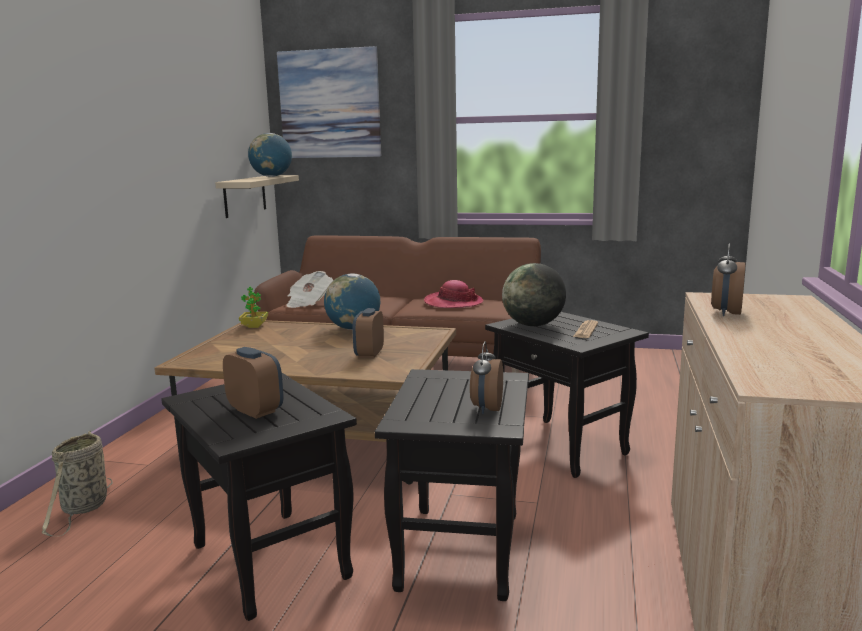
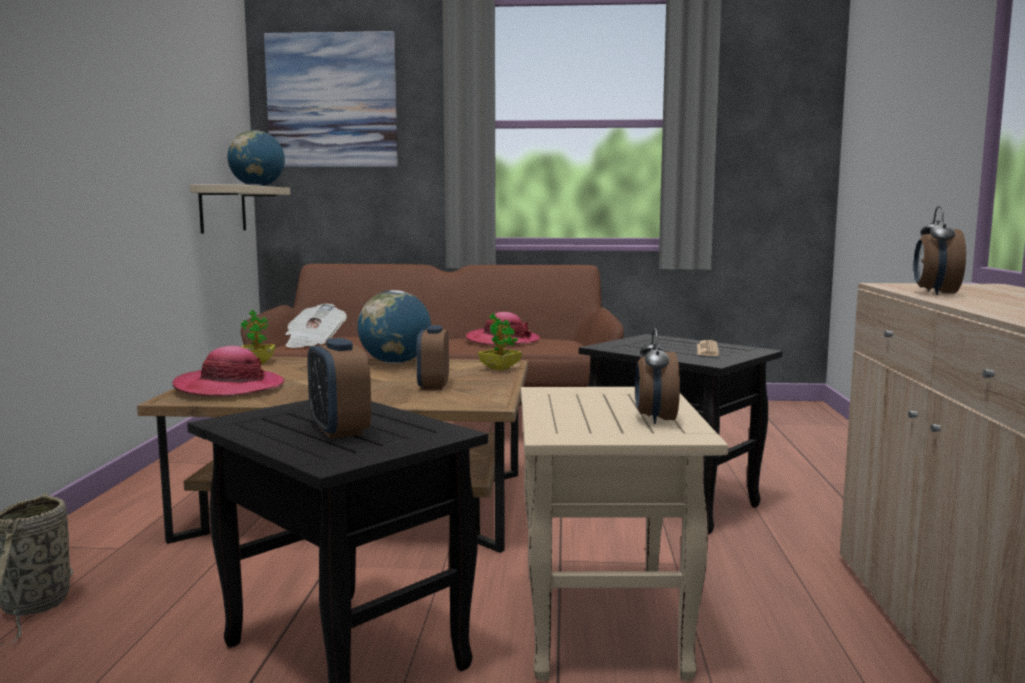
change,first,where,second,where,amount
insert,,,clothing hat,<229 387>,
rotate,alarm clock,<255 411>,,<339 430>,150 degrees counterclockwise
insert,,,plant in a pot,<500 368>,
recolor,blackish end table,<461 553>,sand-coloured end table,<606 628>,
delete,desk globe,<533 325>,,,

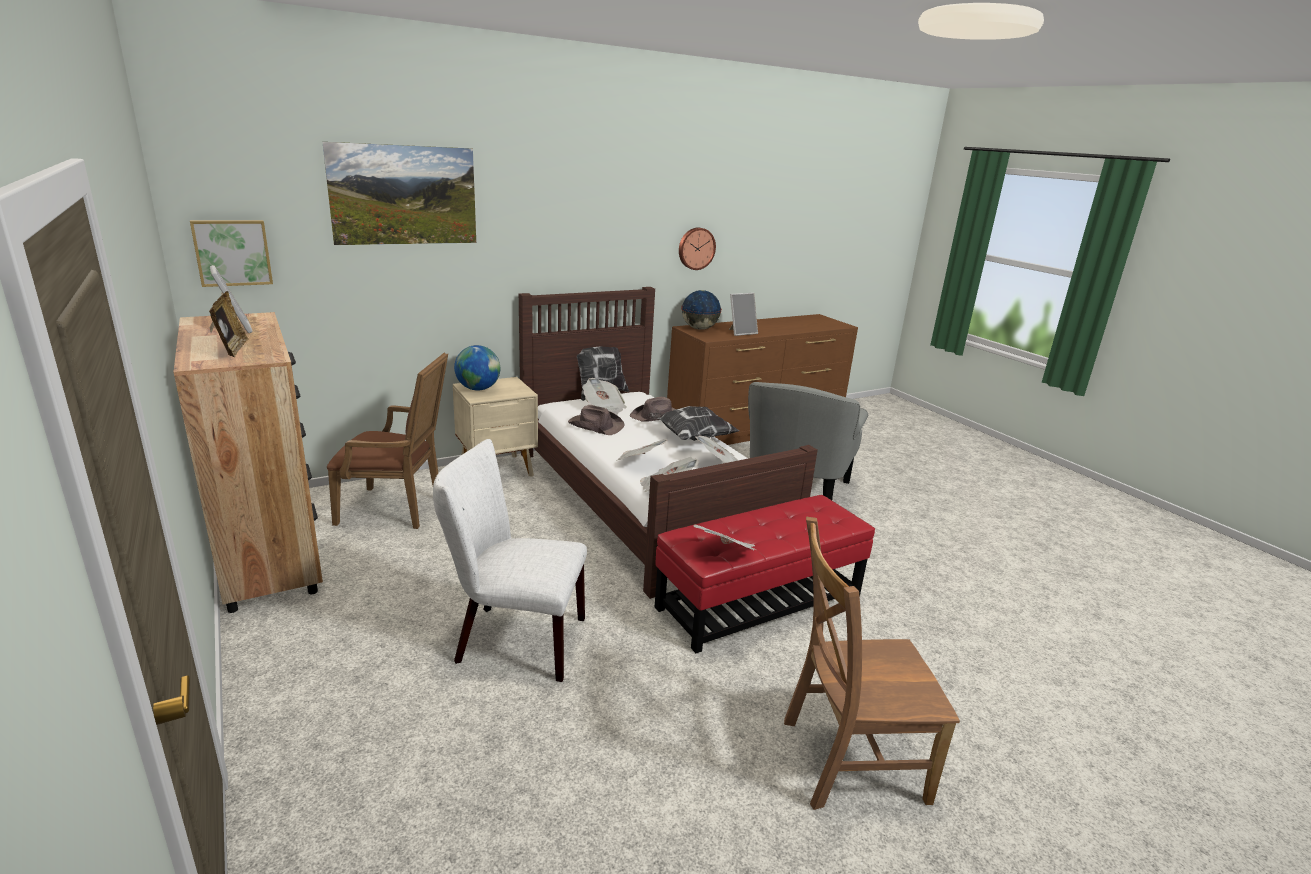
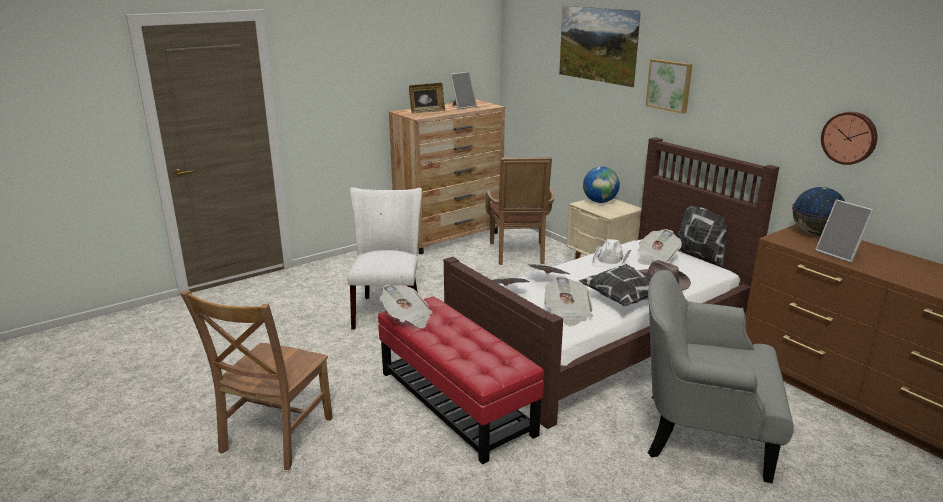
change,first,where,second,where,amount
rotate,brown-coloured chair,<847 760>,,<274 437>,150 degrees counterclockwise
recolor,brown-coloured clothing hat,<595 425>,whitish clothing hat,<611 259>,
move,wall art,<232 252>,,<670 85>,

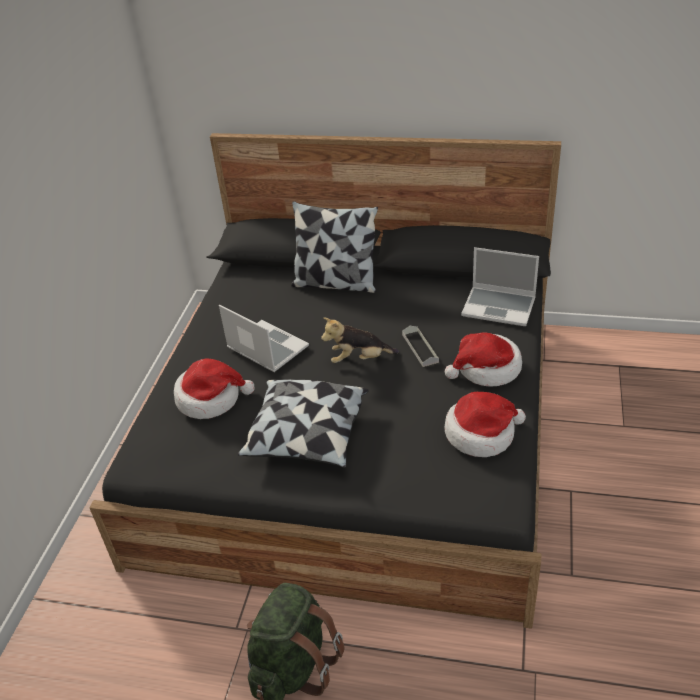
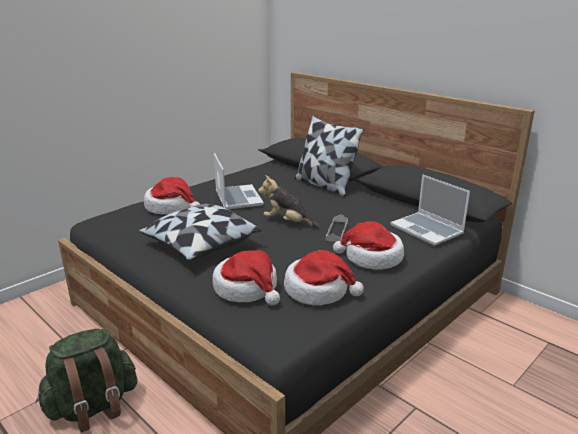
change,first,where,second,where,amount
insert,,,clothing hat,<247 288>,

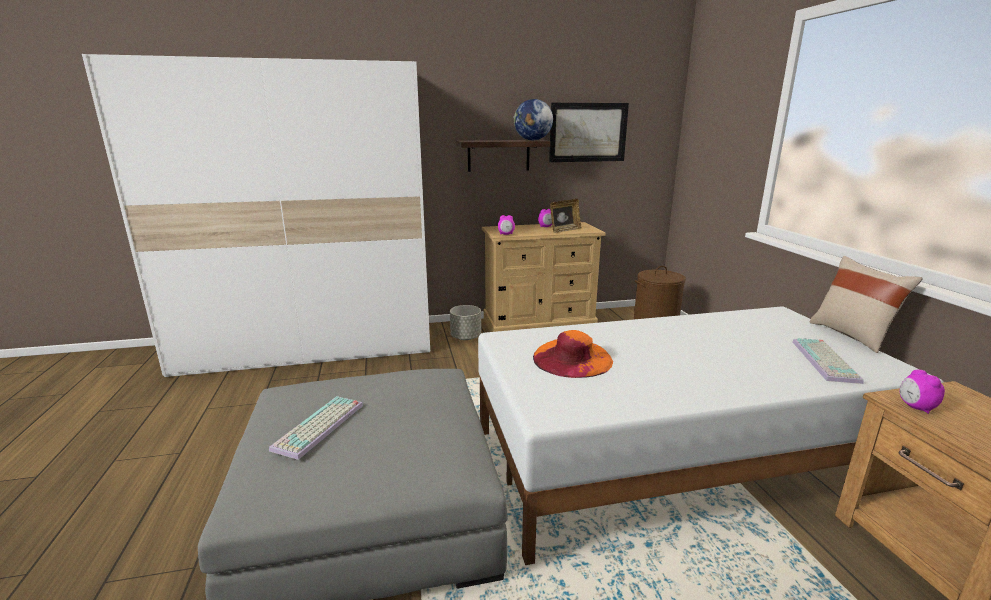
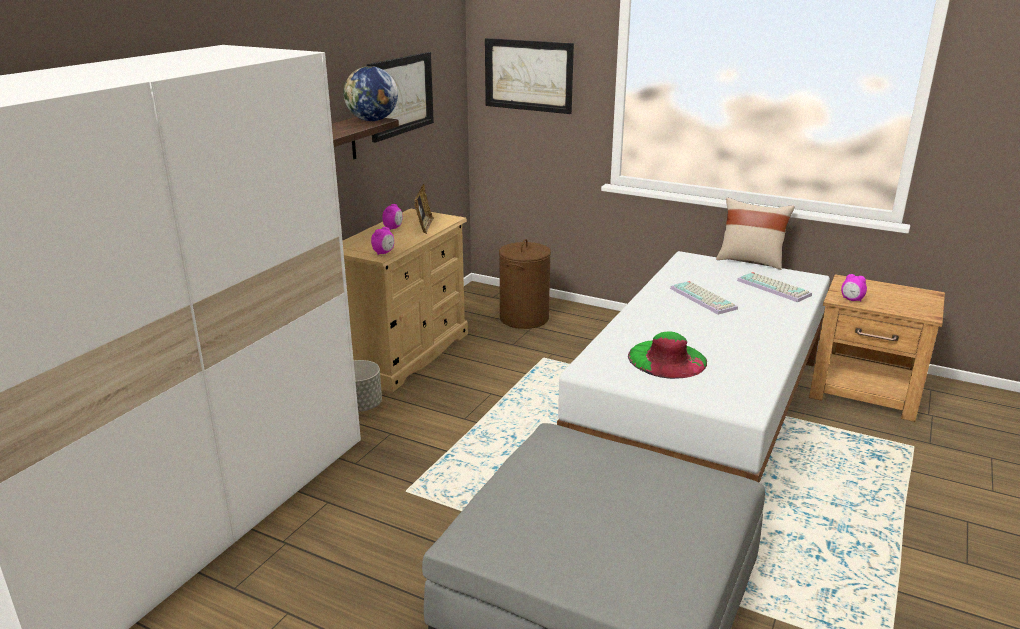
change,first,where,second,where,amount
insert,,,wall art,<528 75>,
recolor,orangey clothing hat,<572 358>,green clothing hat,<667 359>,
move,PC keyboard,<320 428>,,<704 298>,

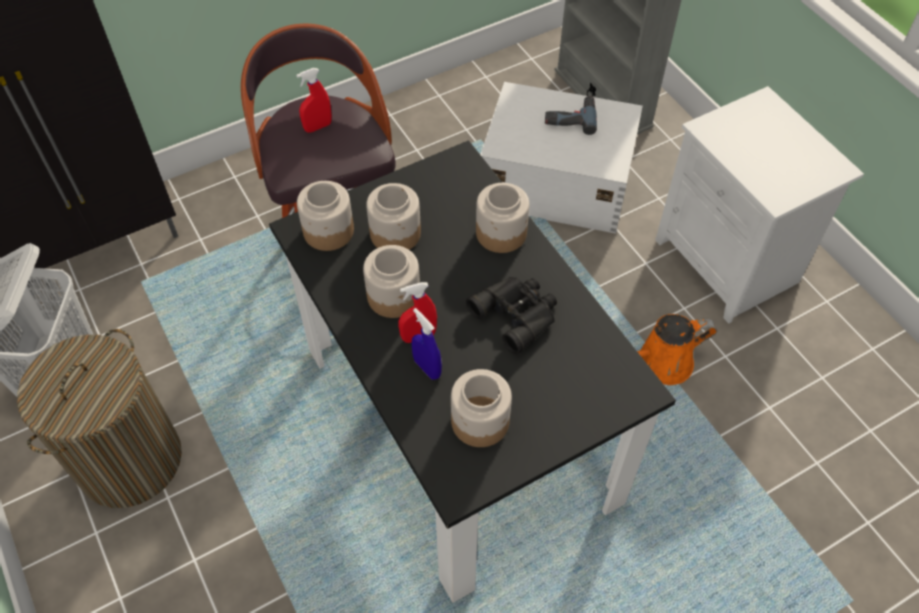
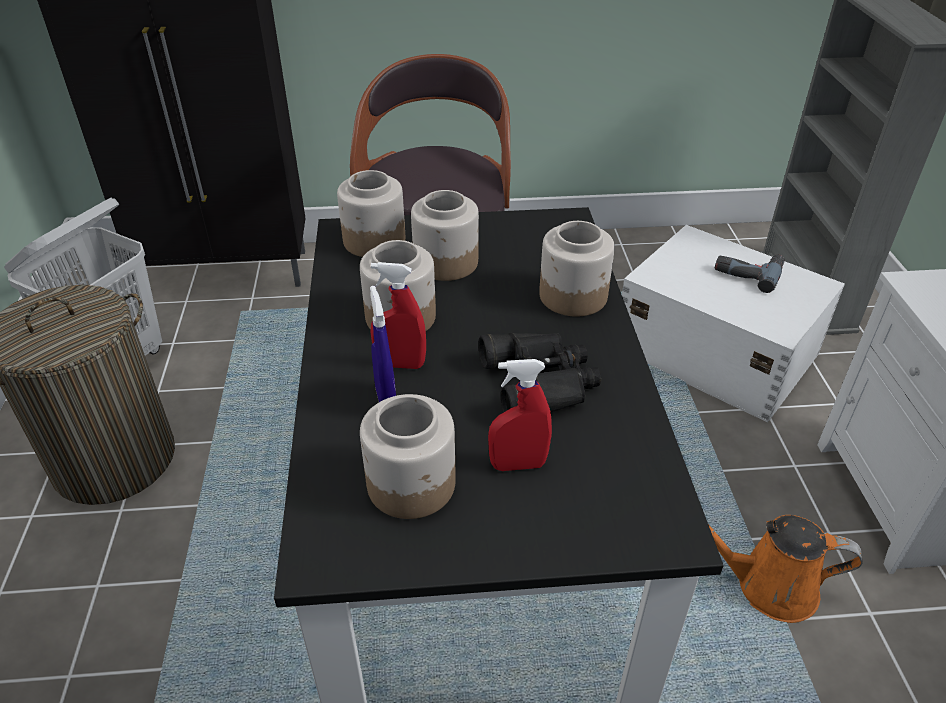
change,first,where,second,where,amount
move,reddish sprayer,<318 127>,,<518 465>,

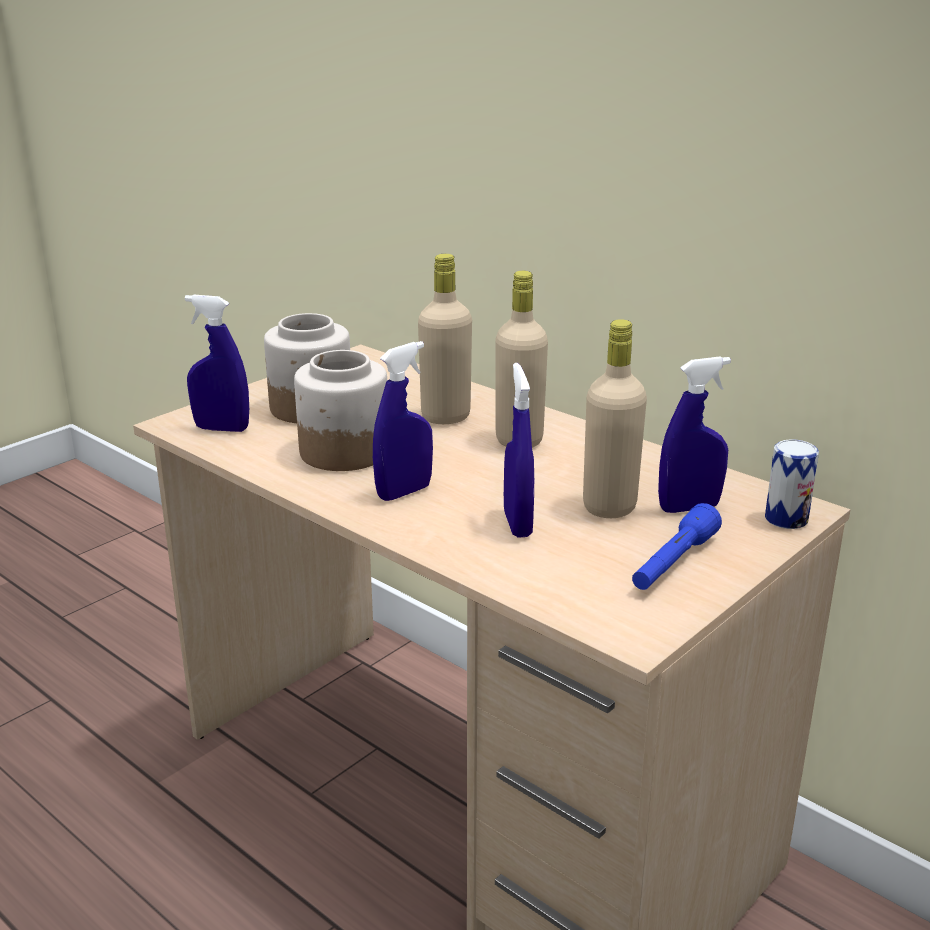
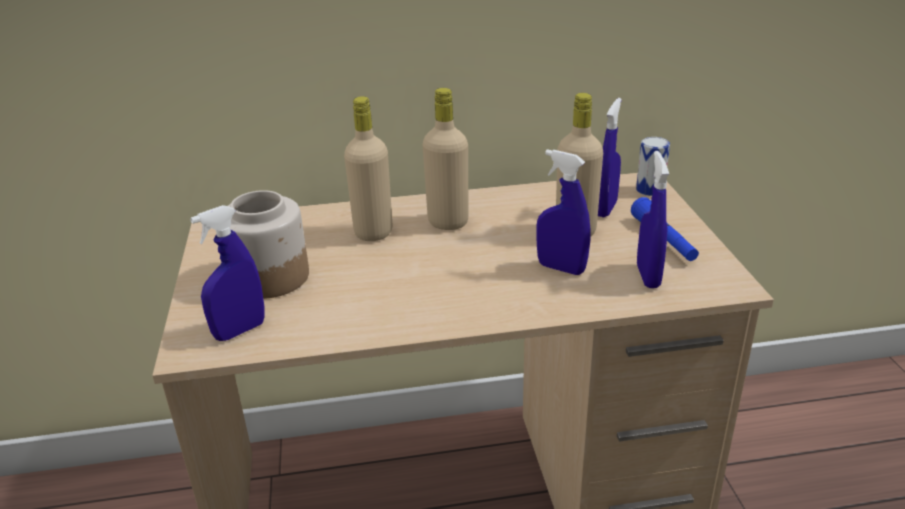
change,first,where,second,where,amount
move,blue-coloured sprayer,<404 492>,,<648 276>,
delete,preserve jar,<343 451>,,,

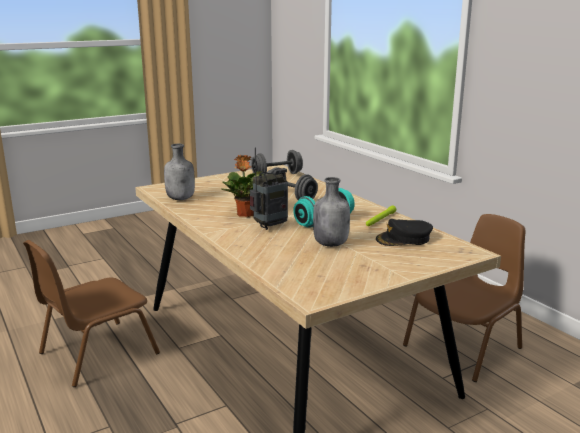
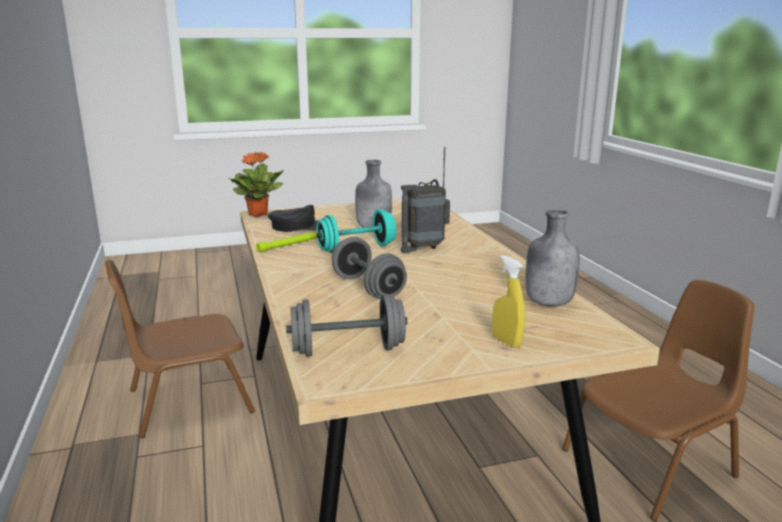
change,first,where,second,where,amount
move,plant in a pot,<245 214>,,<258 214>,
insert,,,yellow-coloured sprayer,<506 342>,

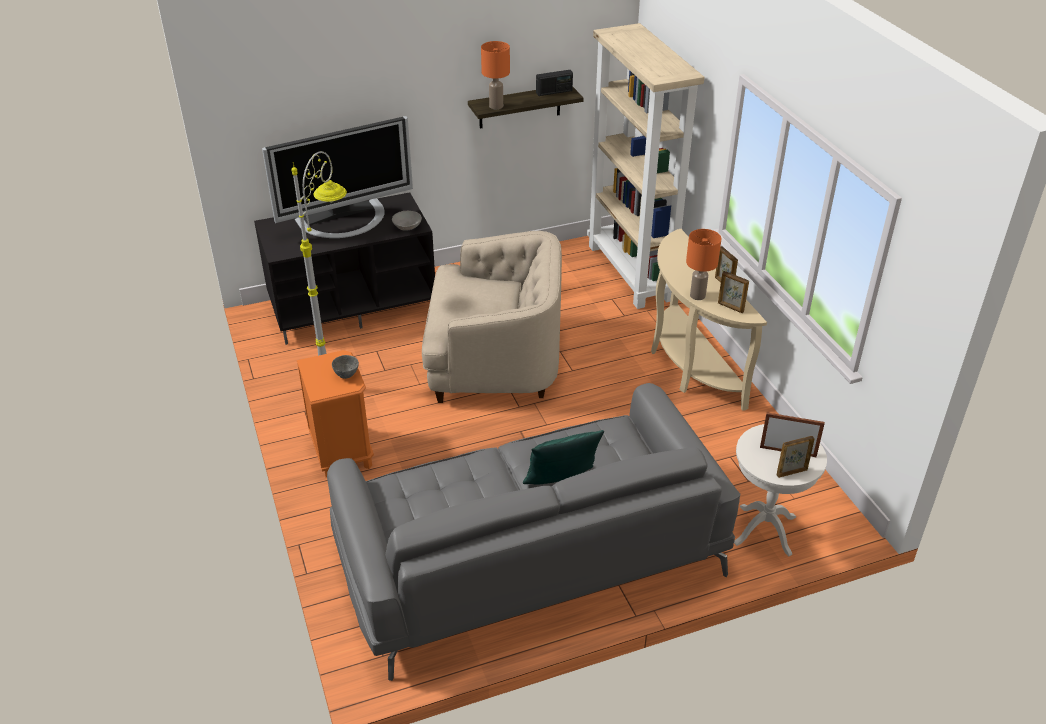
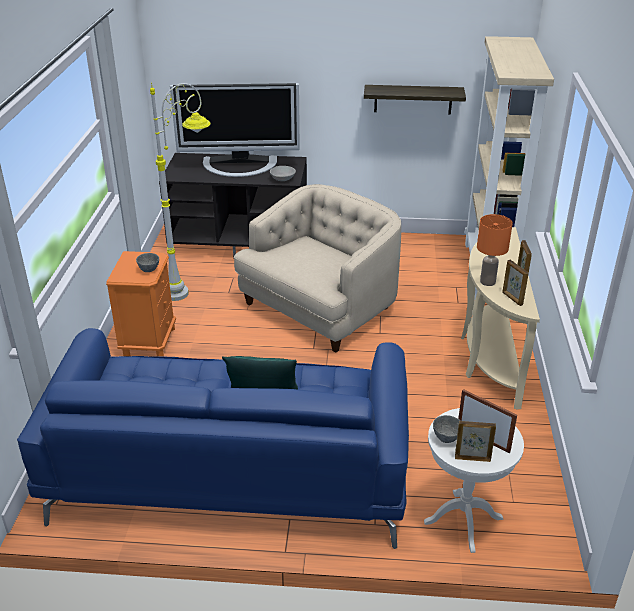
change,first,where,second,where,amount
recolor,gray couch,<528 557>,blue-coloured couch,<230 468>,
rotate,sand-coloured easy chair,<494 360>,,<320 308>,75 degrees counterclockwise
insert,,,gray serving bowl,<446 438>,
delete,orangey tabletop lamp,<496 106>,,,
delete,radio,<554 92>,,,

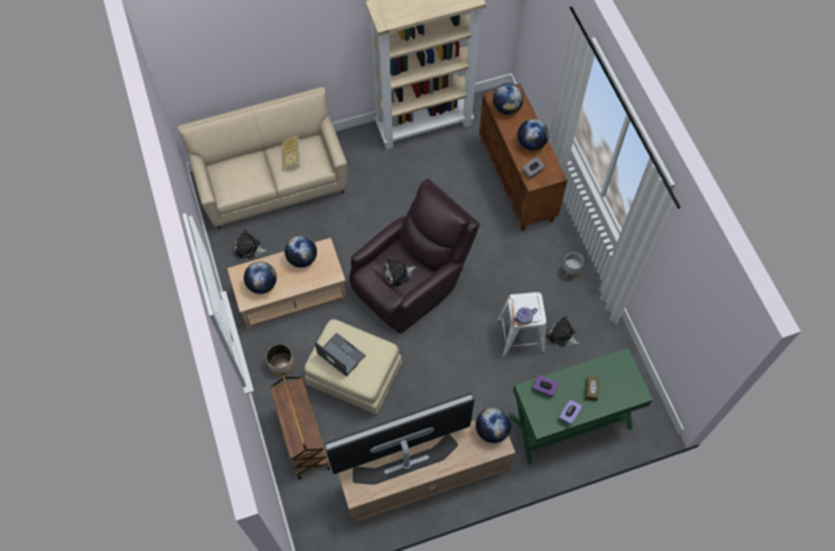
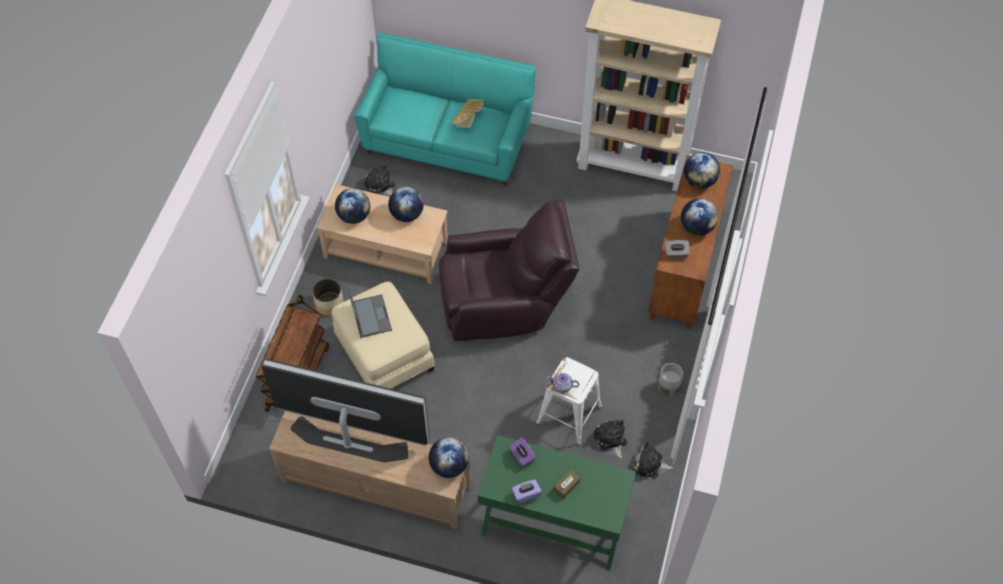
change,first,where,second,where,amount
recolor,sand-coloured couch,<273 184>,turquoise-coloured couch,<447 142>,
move,cuddly toy,<398 274>,,<650 465>,

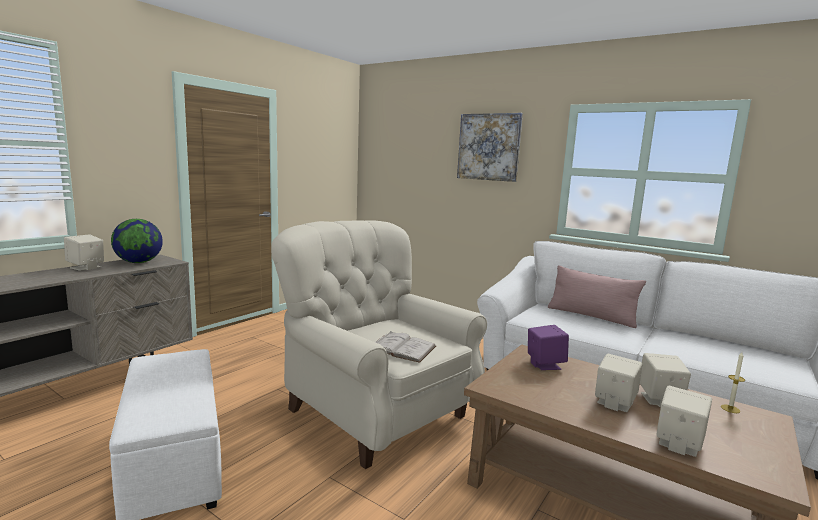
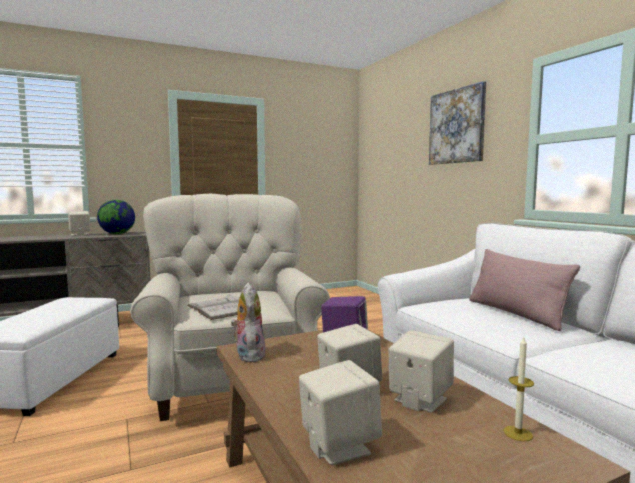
change,first,where,second,where,amount
insert,,,cuddly toy,<248 355>,

